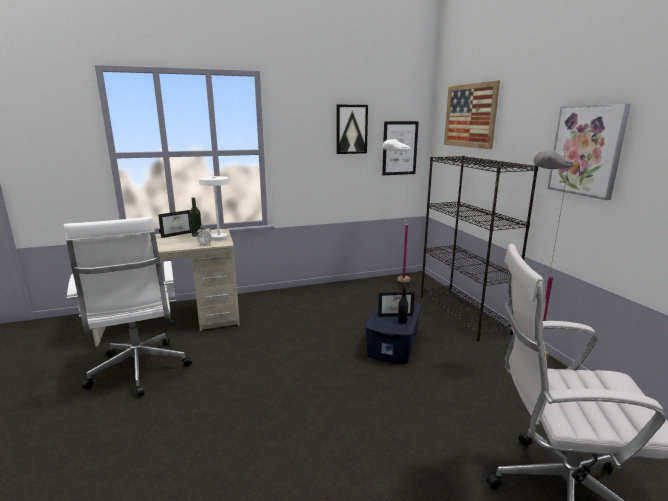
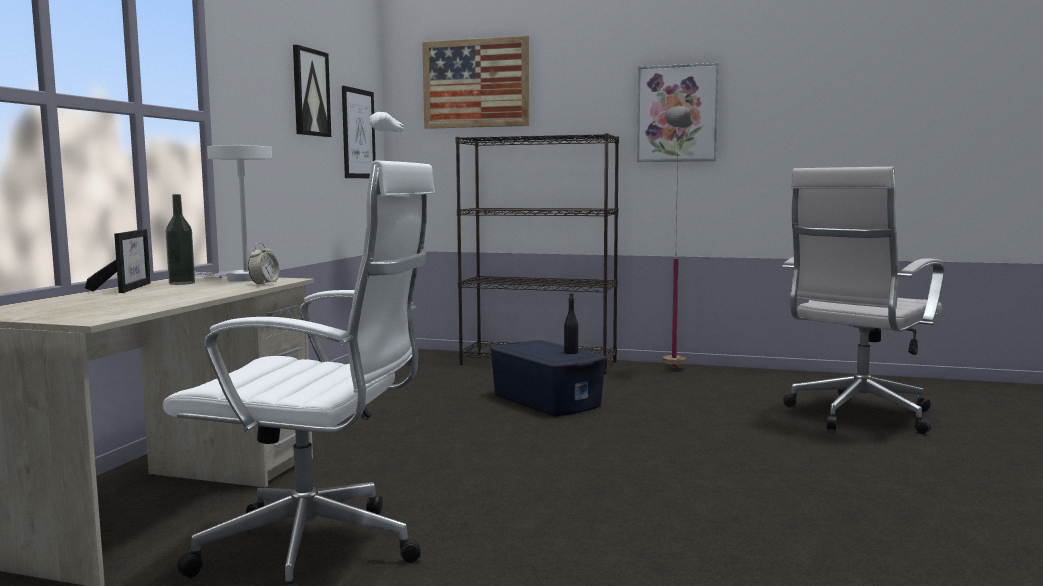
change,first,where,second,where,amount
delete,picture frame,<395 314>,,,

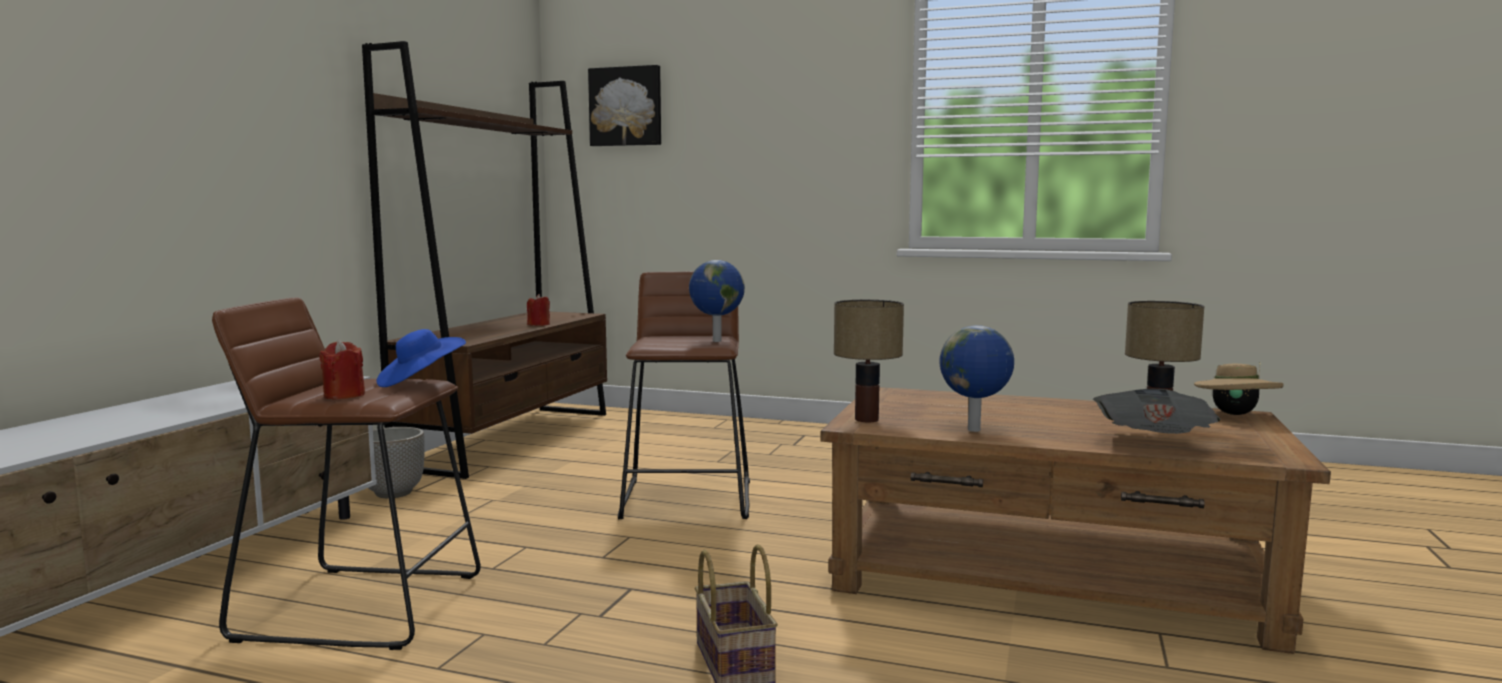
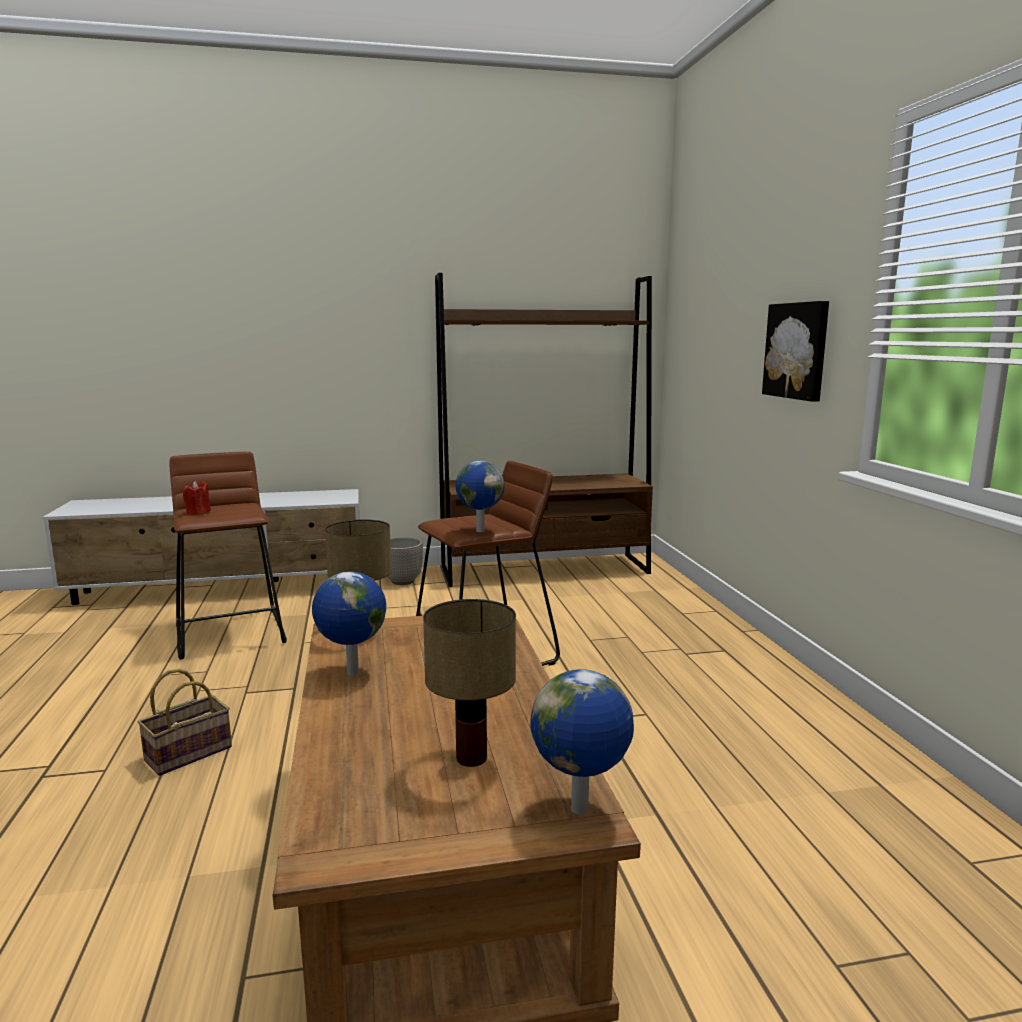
change,first,where,second,where,amount
replace,sand-coloured clothing hat,<1235 414>,desk globe,<581 810>,
move,wall art,<626 106>,,<797 350>,
delete,blue-coloured clothing hat,<420 382>,,,
delete,reddish candle,<539 325>,,,
delete,daily paper,<1154 444>,,,

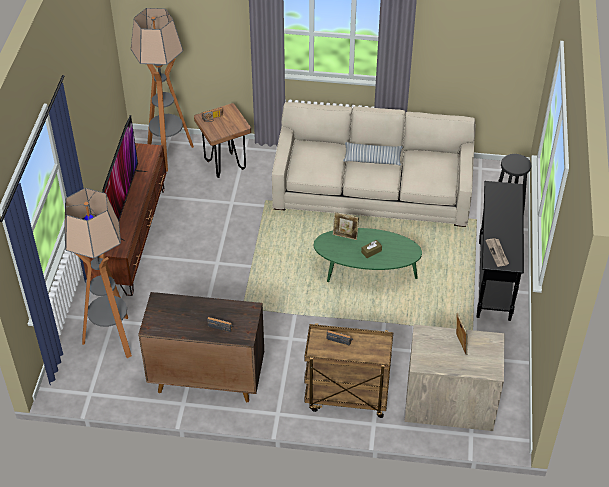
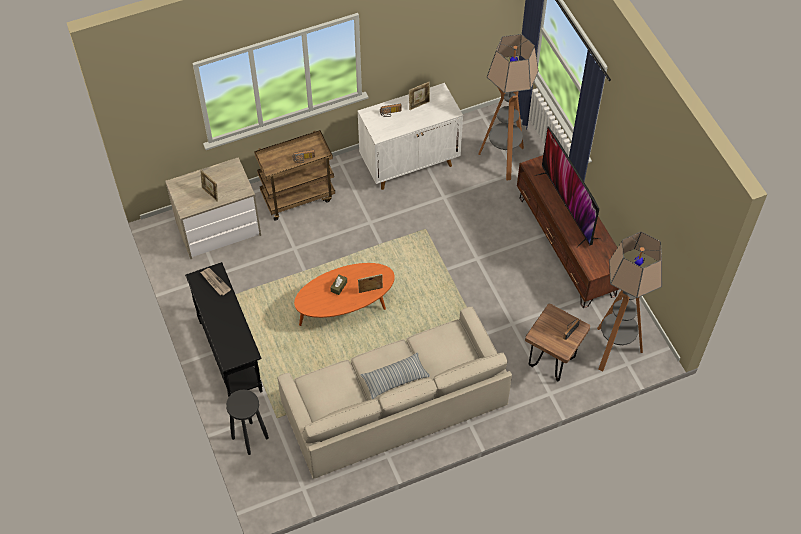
change,first,where,second,where,amount
recolor,green low table,<366 273>,orangey low table,<346 309>,
recolor,brown-coloured cupboard,<206 378>,whitish cupboard,<410 163>,
insert,,,picture frame,<419 105>,

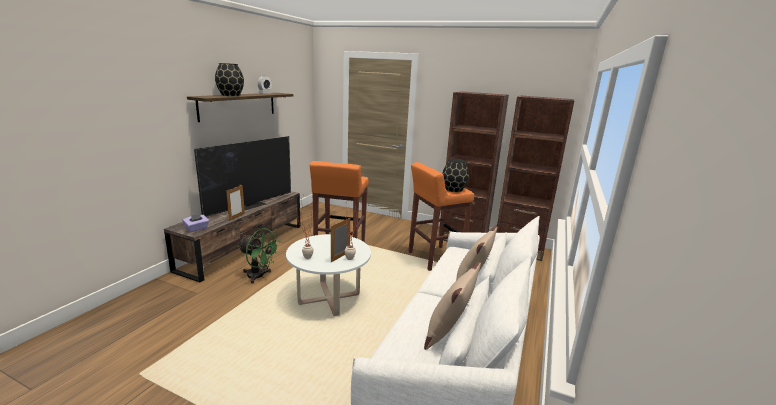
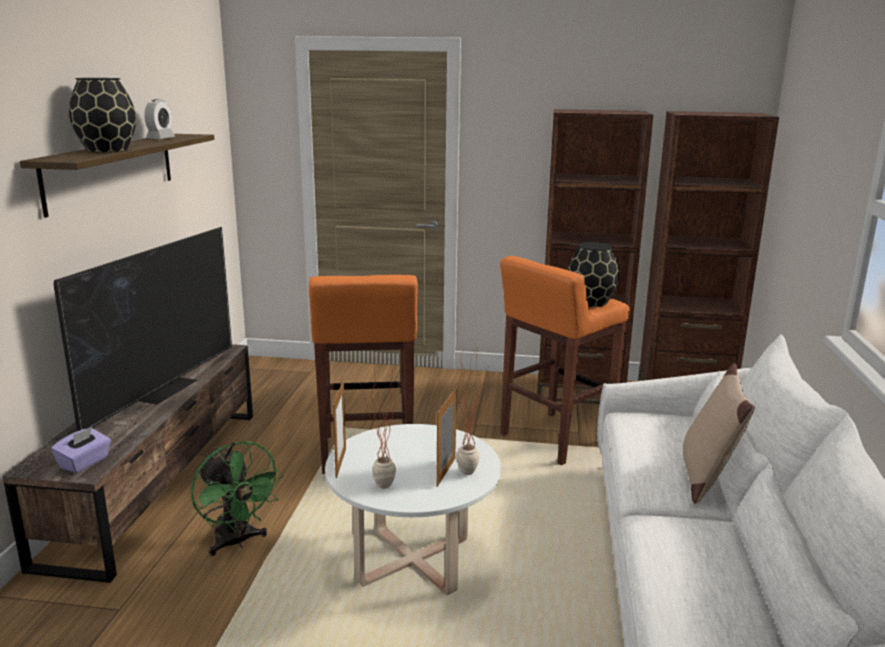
change,first,where,second,where,amount
rotate,green electric fan,<259 276>,,<237 542>,45 degrees clockwise
move,picture frame,<237 217>,,<340 463>,
delete,sand-coloured throw pillow,<448 332>,,,

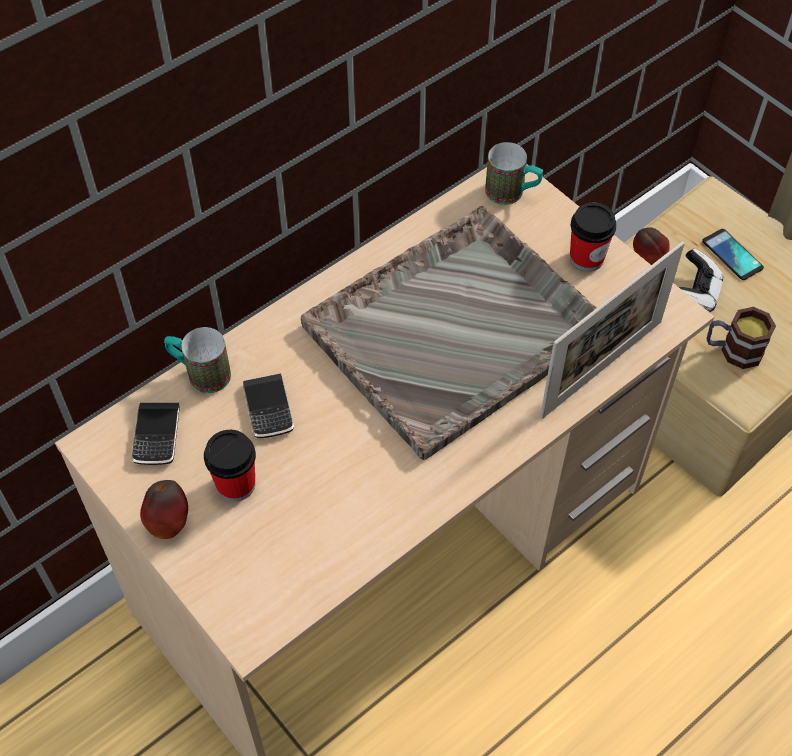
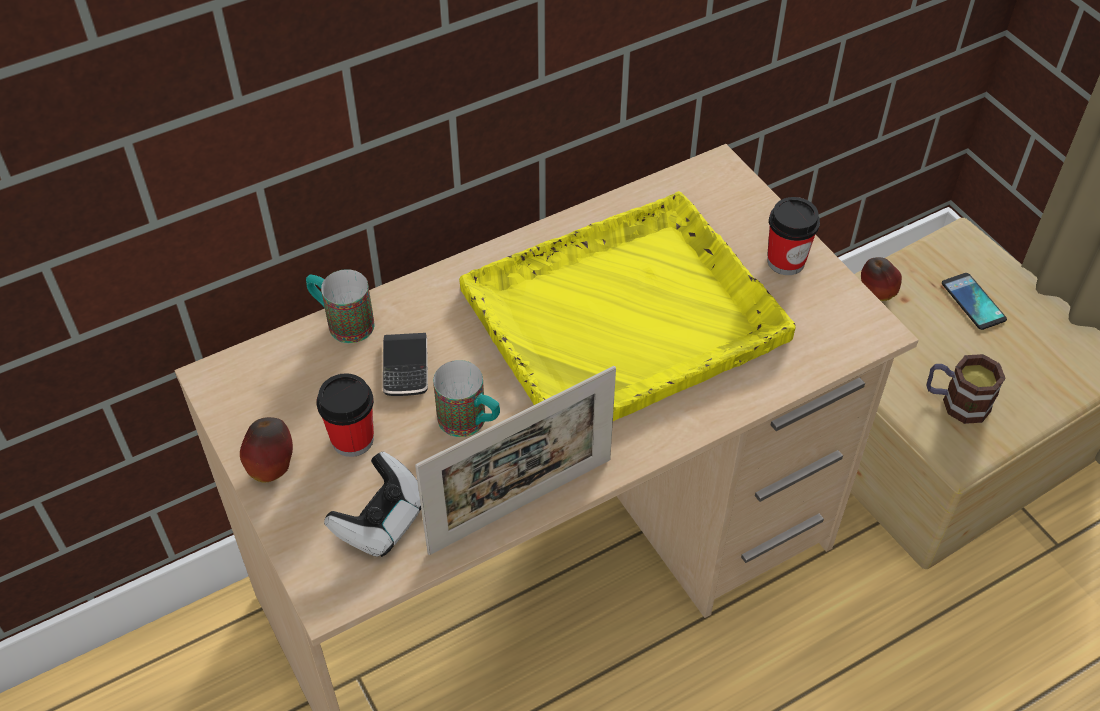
change,first,where,second,where,amount
move,joypad,<696 293>,,<381 521>,
move,picture frame,<602 368>,,<521 505>,
move,tea mug,<512 193>,,<470 423>,
recolor,gray tray,<457 329>,yellow-coloured tray,<627 314>,
delete,telephone,<157 435>,,,

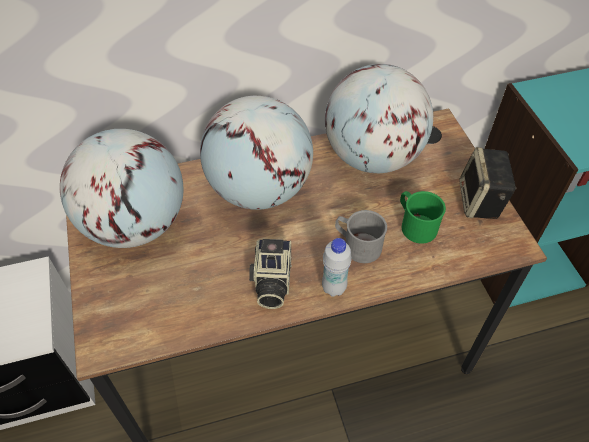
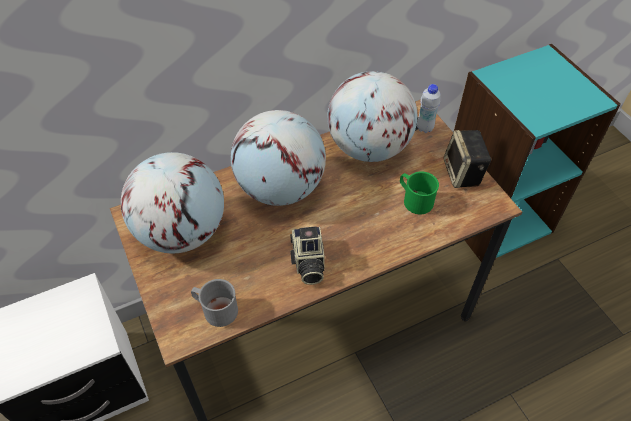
change,first,where,second,where,amount
move,gray tea mug,<357 245>,,<215 309>,
move,whitish beverage bottle,<334 288>,,<424 128>,

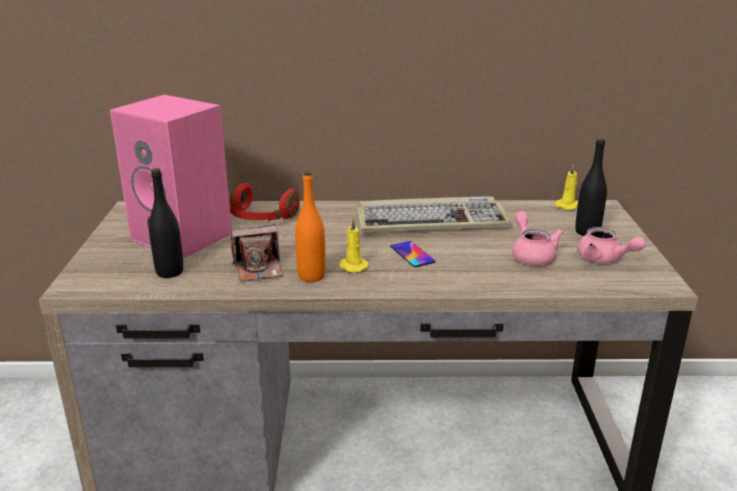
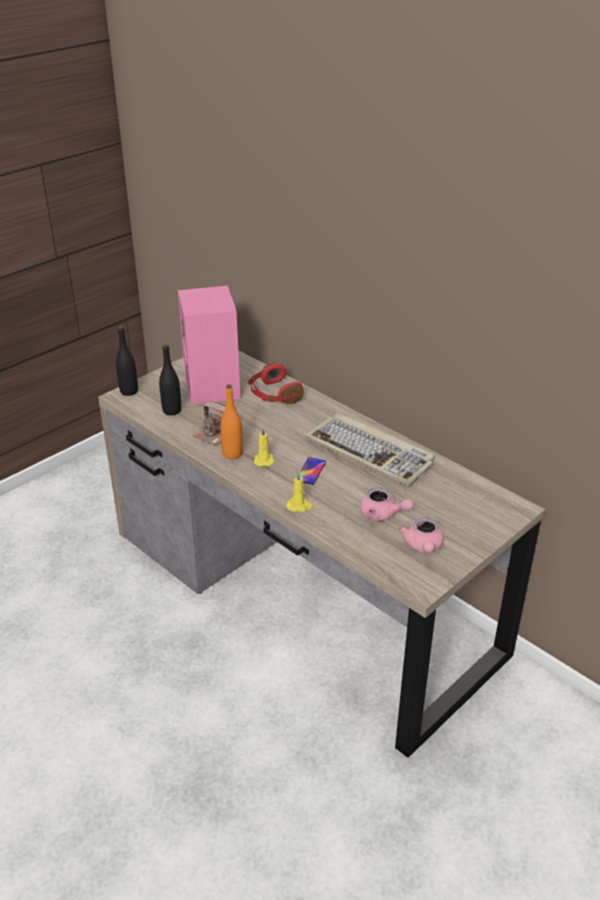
change,first,where,second,where,amount
move,blackish beverage bottle,<587 232>,,<129 391>,
move,yellow-coloured candle,<568 206>,,<299 506>,
rotate,pinkish teapot,<531 255>,,<382 514>,90 degrees clockwise

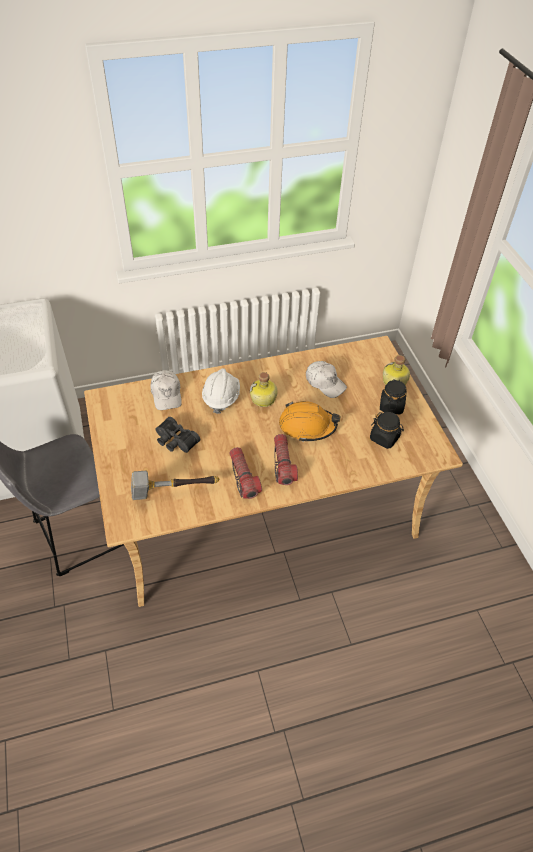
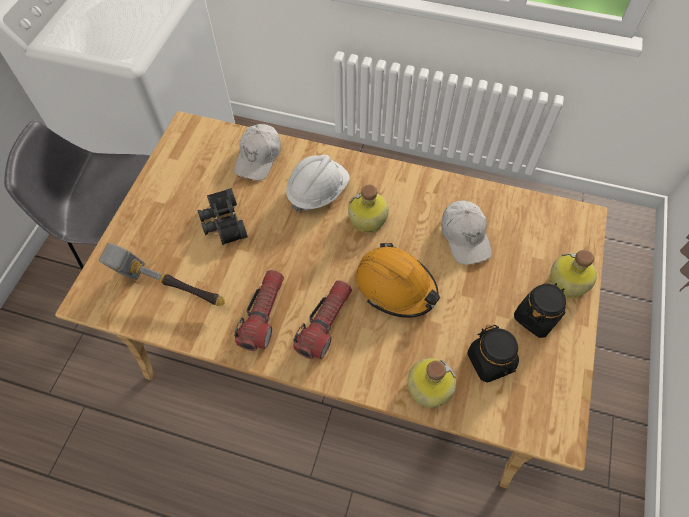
change,first,where,second,where,amount
insert,,,beverage bottle,<427 387>,

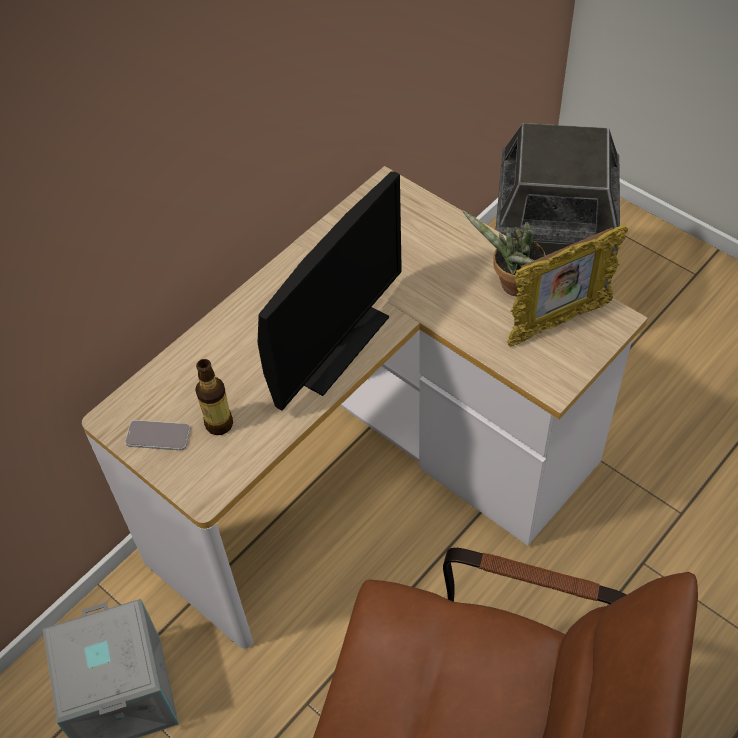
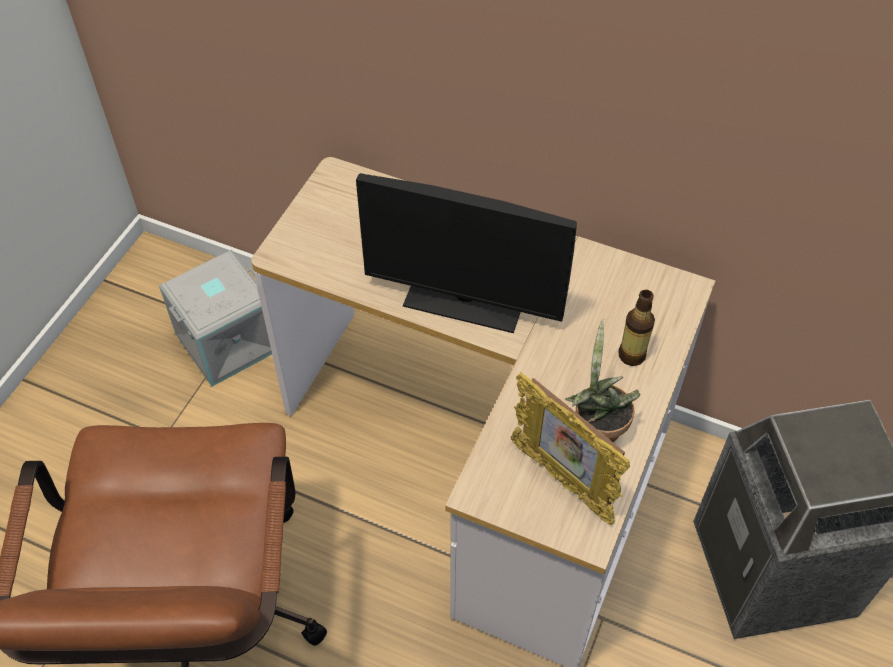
change,first,where,second,where,amount
move,beverage bottle,<219 424>,,<631 355>,
delete,telephone,<158 436>,,,

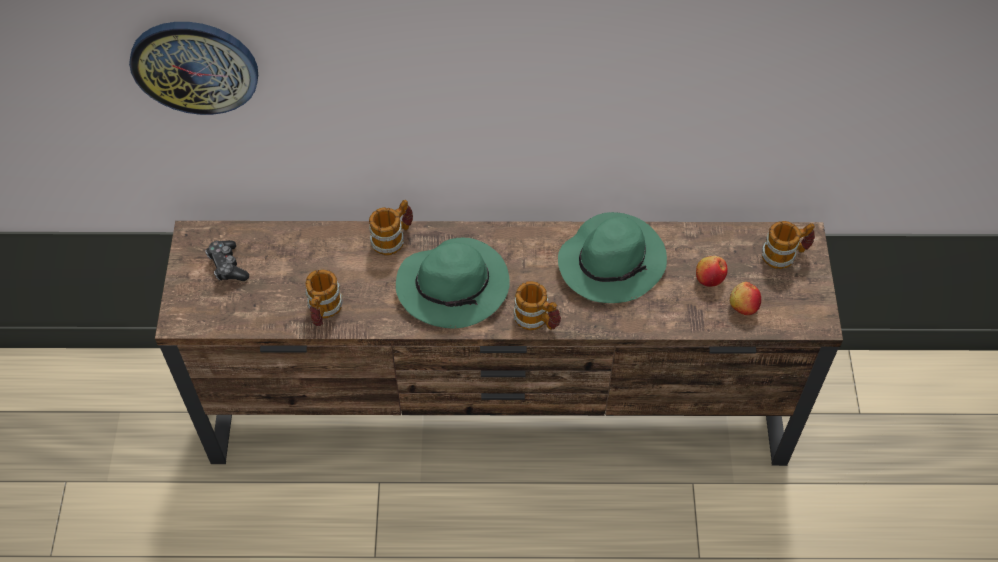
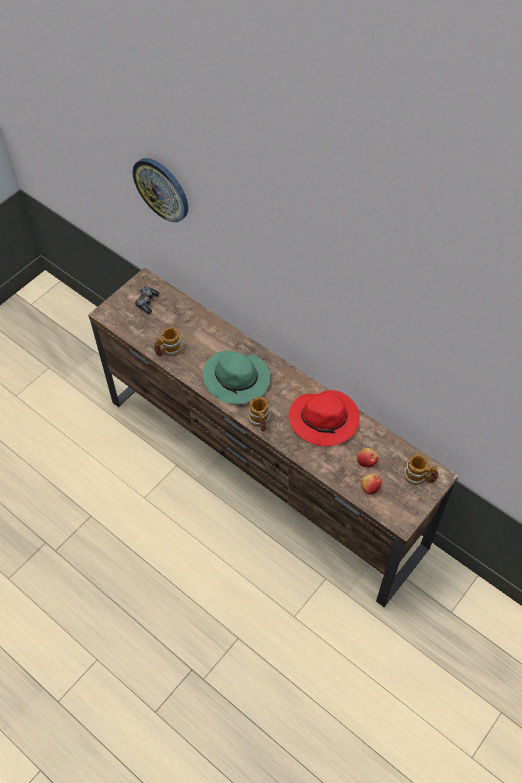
change,first,where,second,where,amount
recolor,green clothing hat,<612 261>,reddish clothing hat,<325 419>,
delete,tea mug,<393 238>,,,

